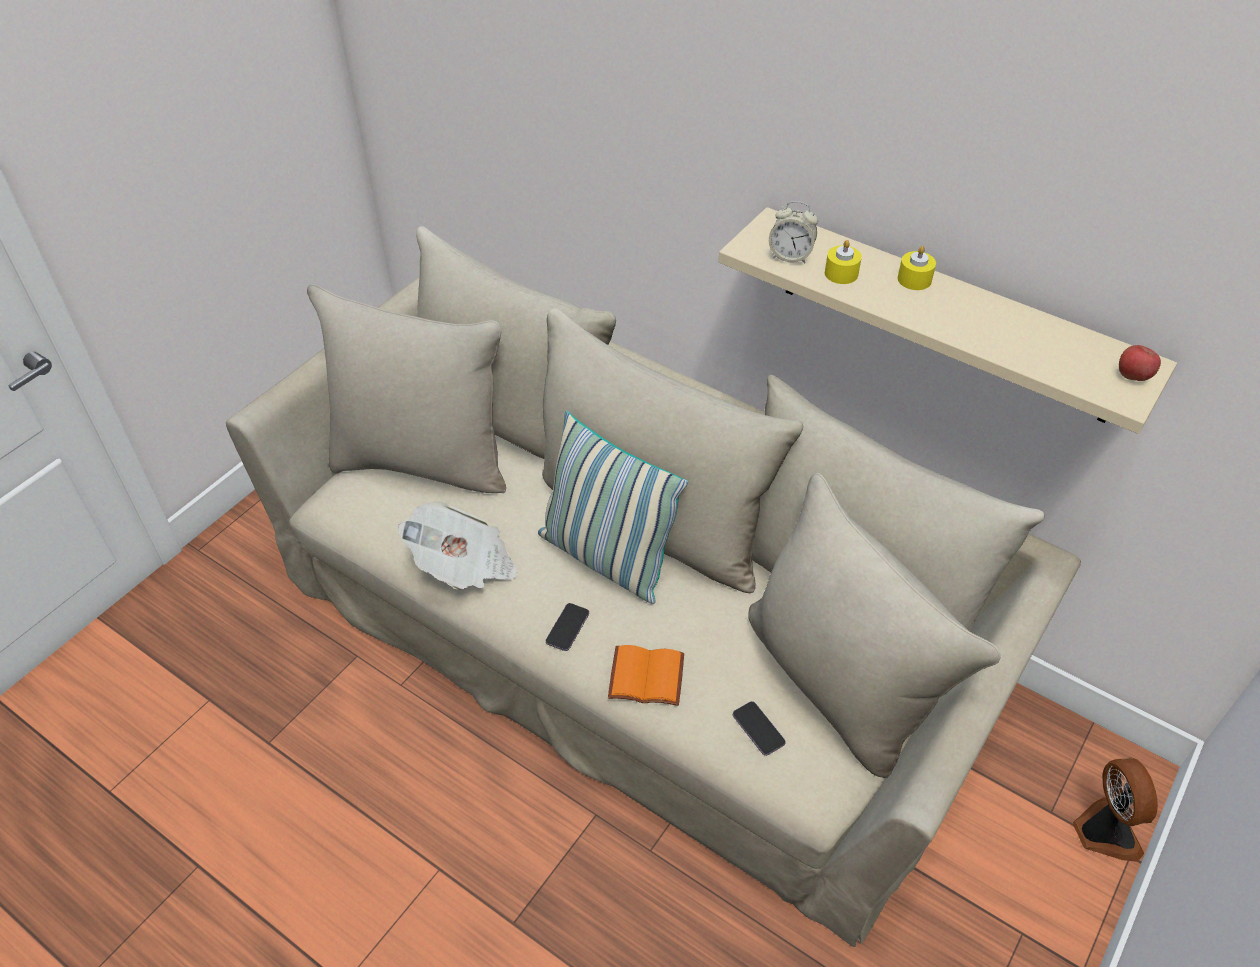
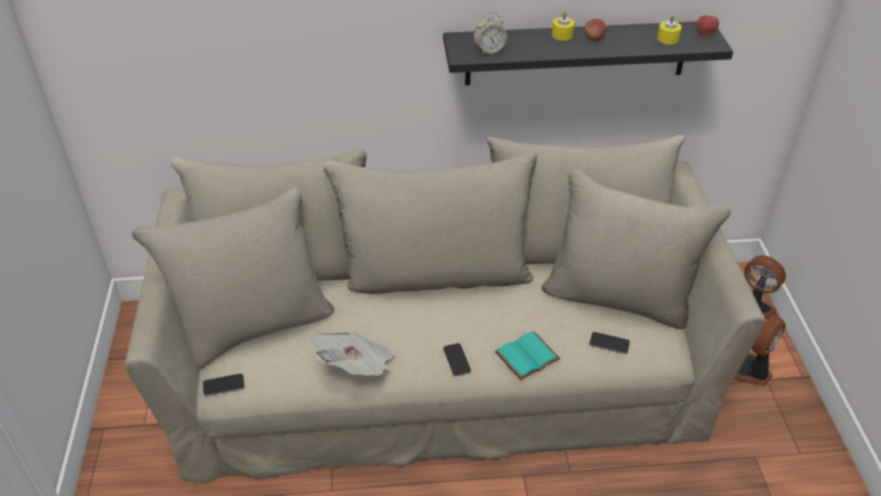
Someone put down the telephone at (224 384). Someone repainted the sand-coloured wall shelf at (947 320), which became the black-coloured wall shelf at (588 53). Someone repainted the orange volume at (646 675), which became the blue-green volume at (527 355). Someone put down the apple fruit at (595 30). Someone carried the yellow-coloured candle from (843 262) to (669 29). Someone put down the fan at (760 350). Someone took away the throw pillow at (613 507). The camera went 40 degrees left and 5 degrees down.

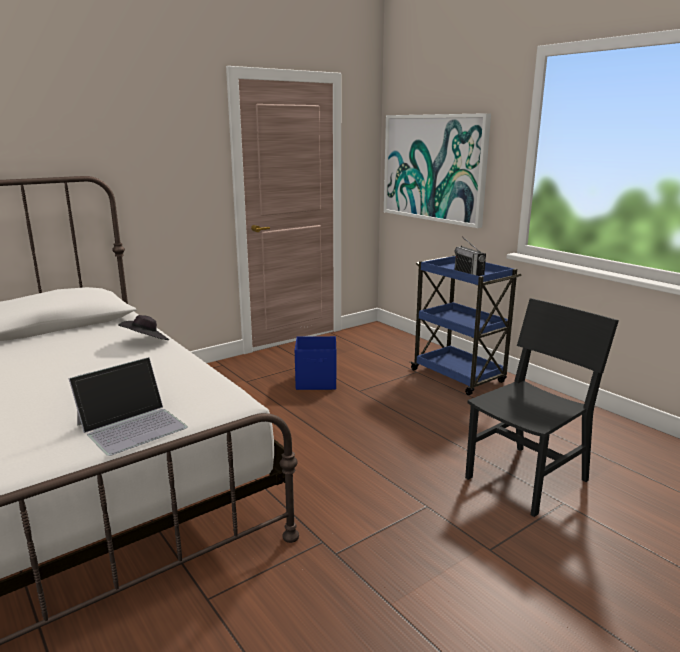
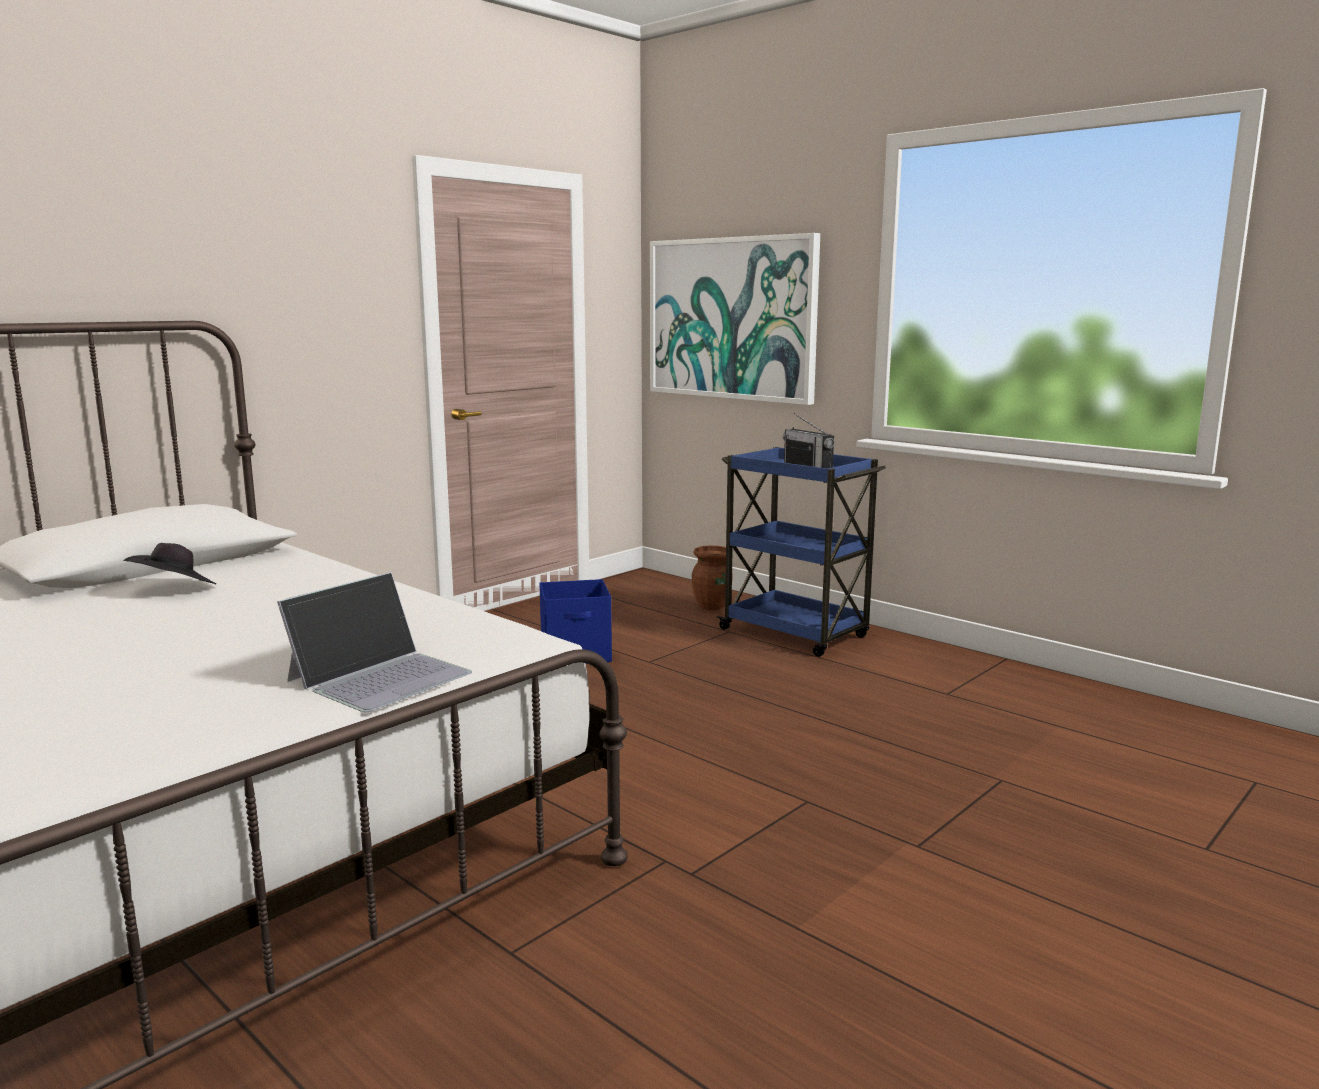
Someone carried the black-coloured clothing hat from (143 327) to (170 564). Someone put down the brown vase at (709 577). Someone took away the black-coloured plain chair at (542 407). The camera went 10 degrees left and 5 degrees down.

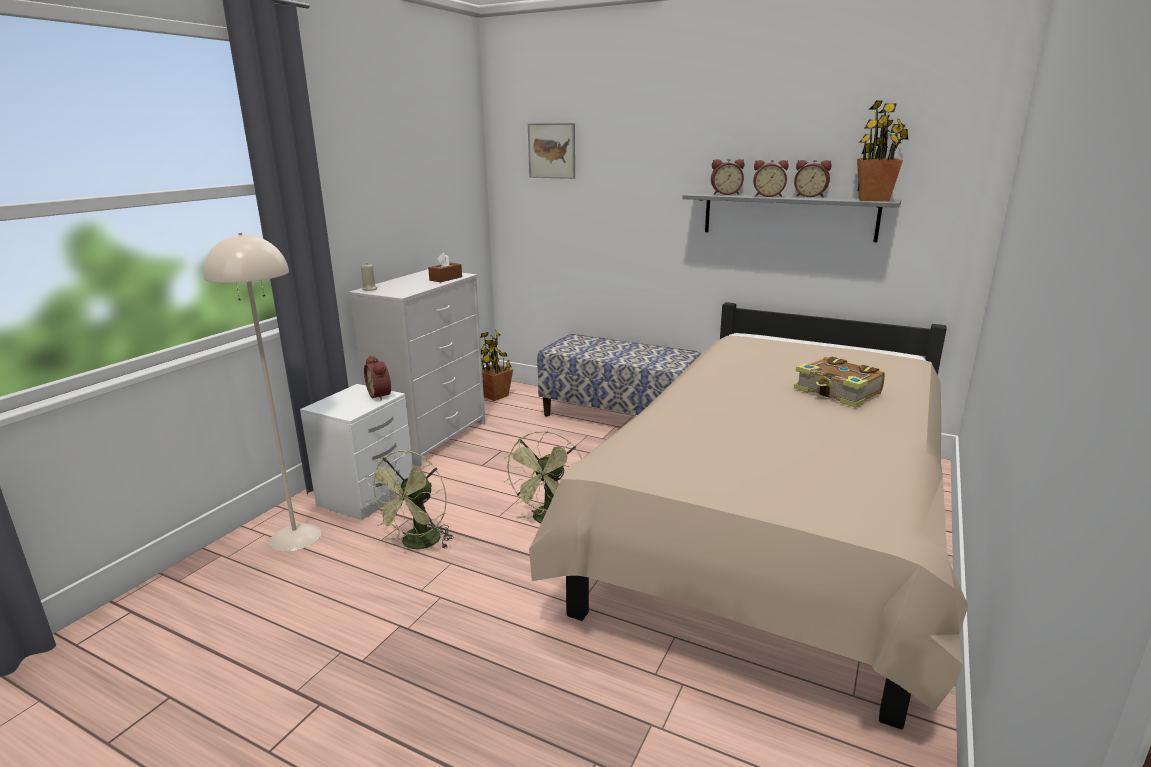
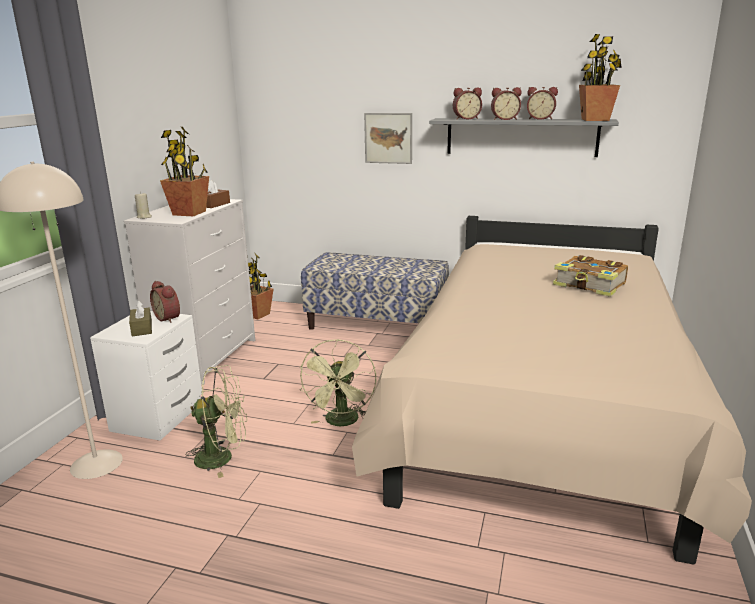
Someone put down the brown tissue box at (140 318). Someone put down the plant in a pot at (184 171). Someone rotated the green fan at (409 499) by 105 degrees counterclockwise. Someone carried the picture from (551 151) to (388 138). The camera went 10 degrees left and 0 degrees up.

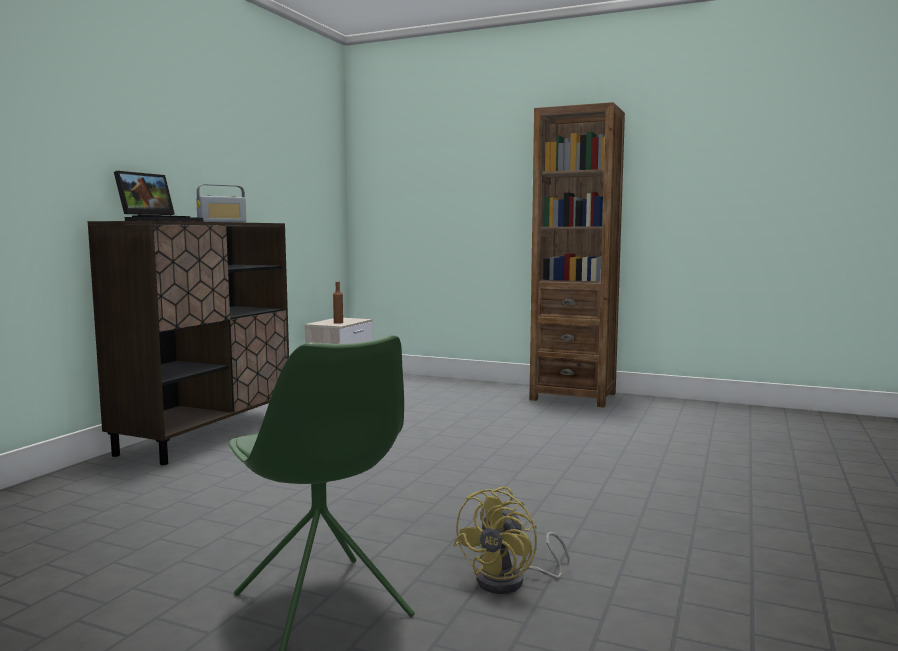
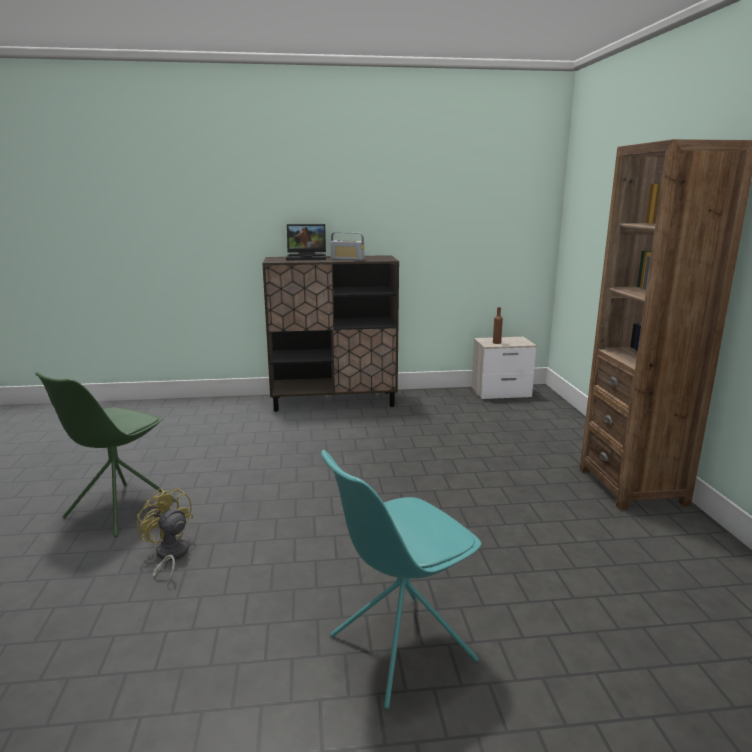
Someone rotated the yellow-coloured fan at (511 540) by 45 degrees clockwise. Someone put down the blue-green plain chair at (401 579). The camera went 60 degrees right and 10 degrees up.

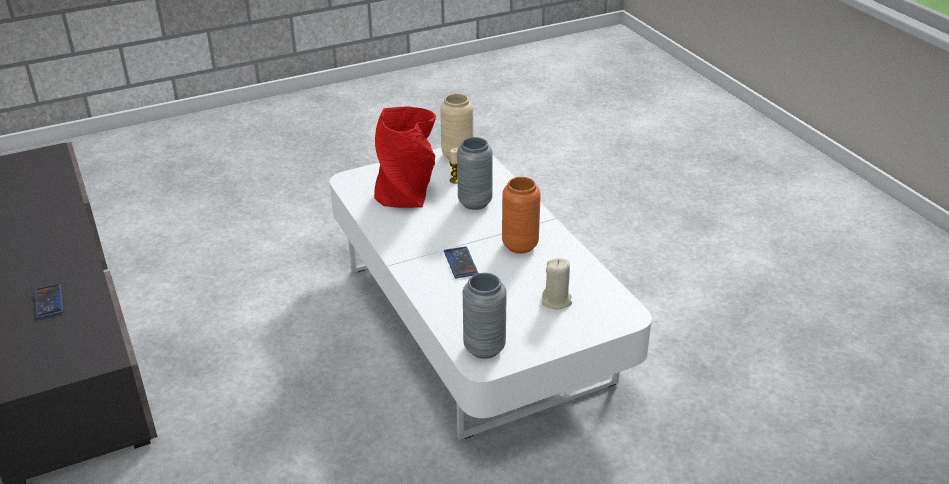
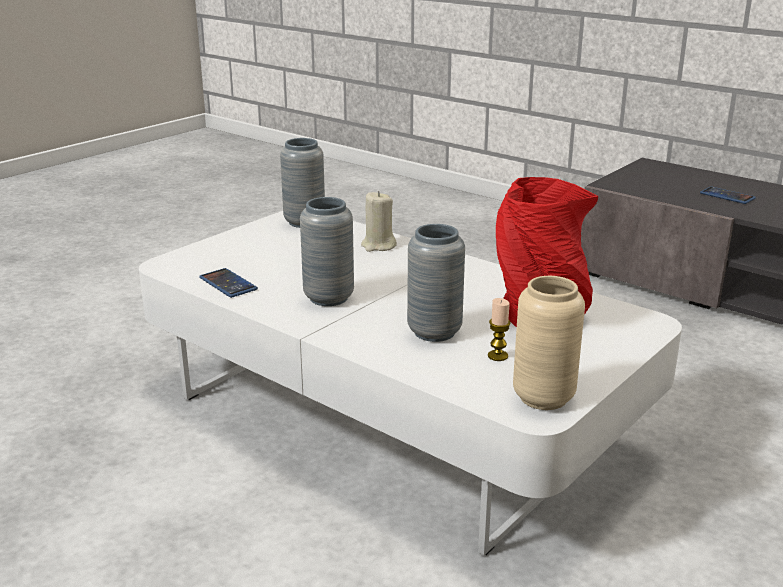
Someone carried the telephone from (461 262) to (228 283). Someone repainted the orange vase at (521 215), which became the gray vase at (327 251). Someone carried the sand-coloured candle from (557 283) to (379 221). The camera went 155 degrees right and 10 degrees down.

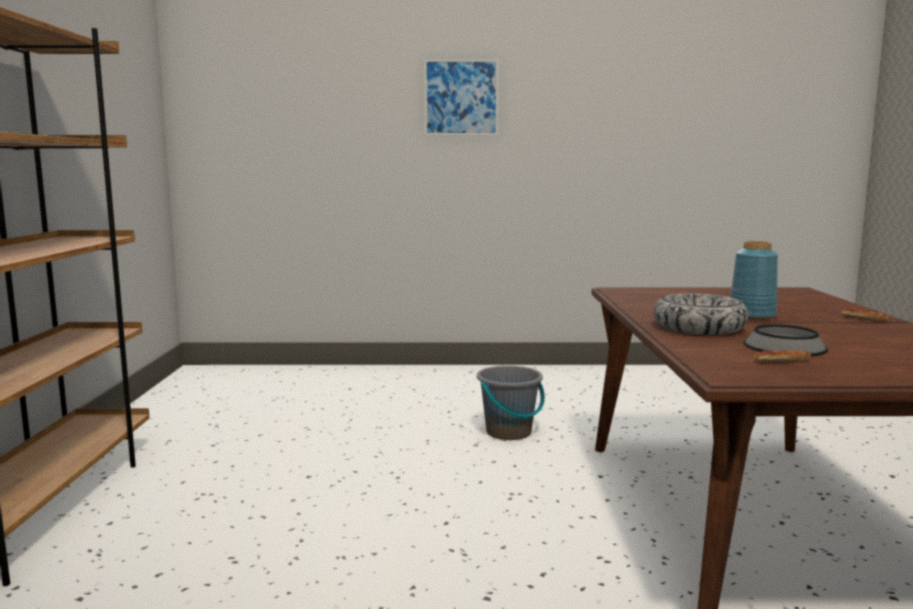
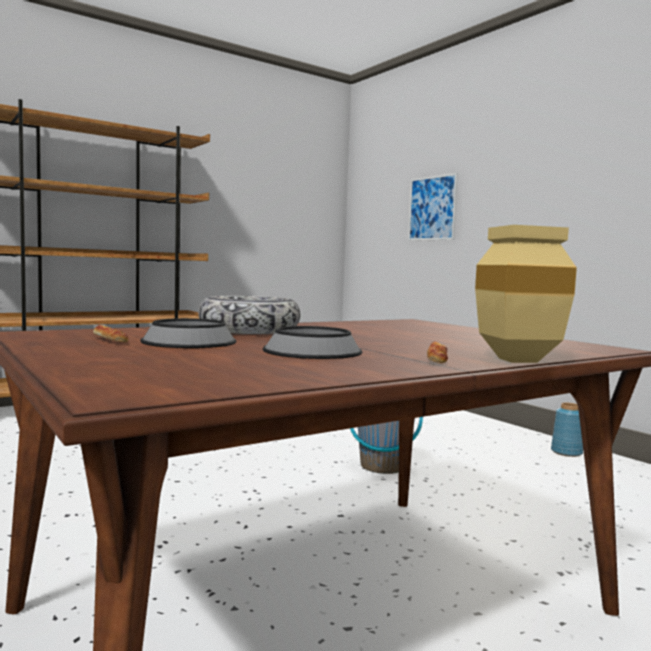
Someone put down the serving bowl at (312 342). Someone carried the picture from (461 97) to (433 207). Someone put down the sand-coloured vase at (526 294). Someone carried the blue-coloured vase from (754 280) to (567 430). The camera went 55 degrees right and 5 degrees down.

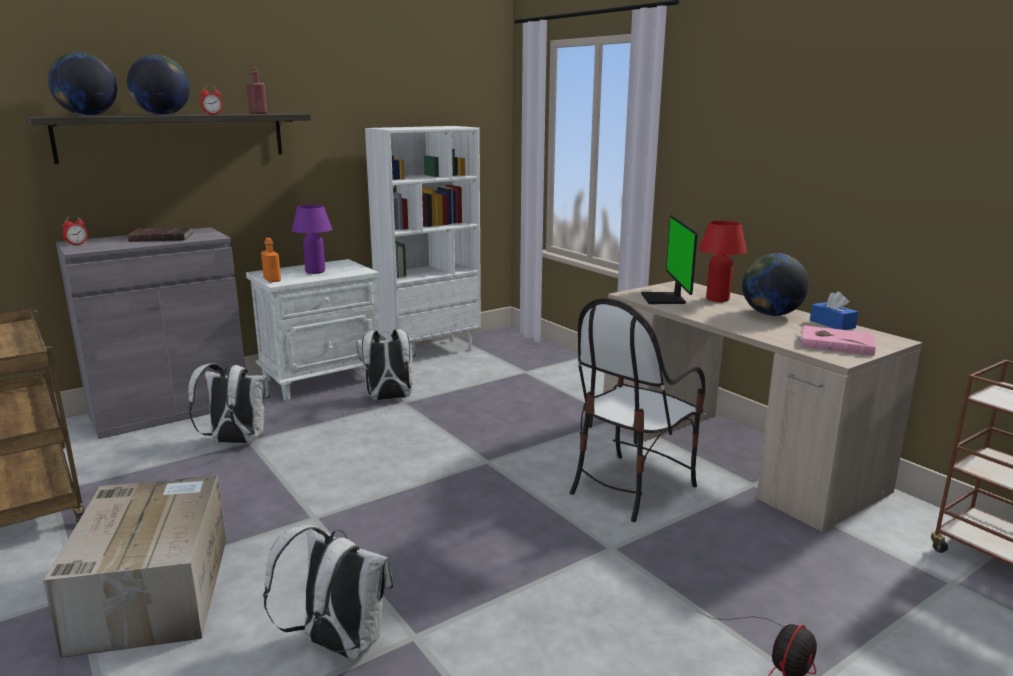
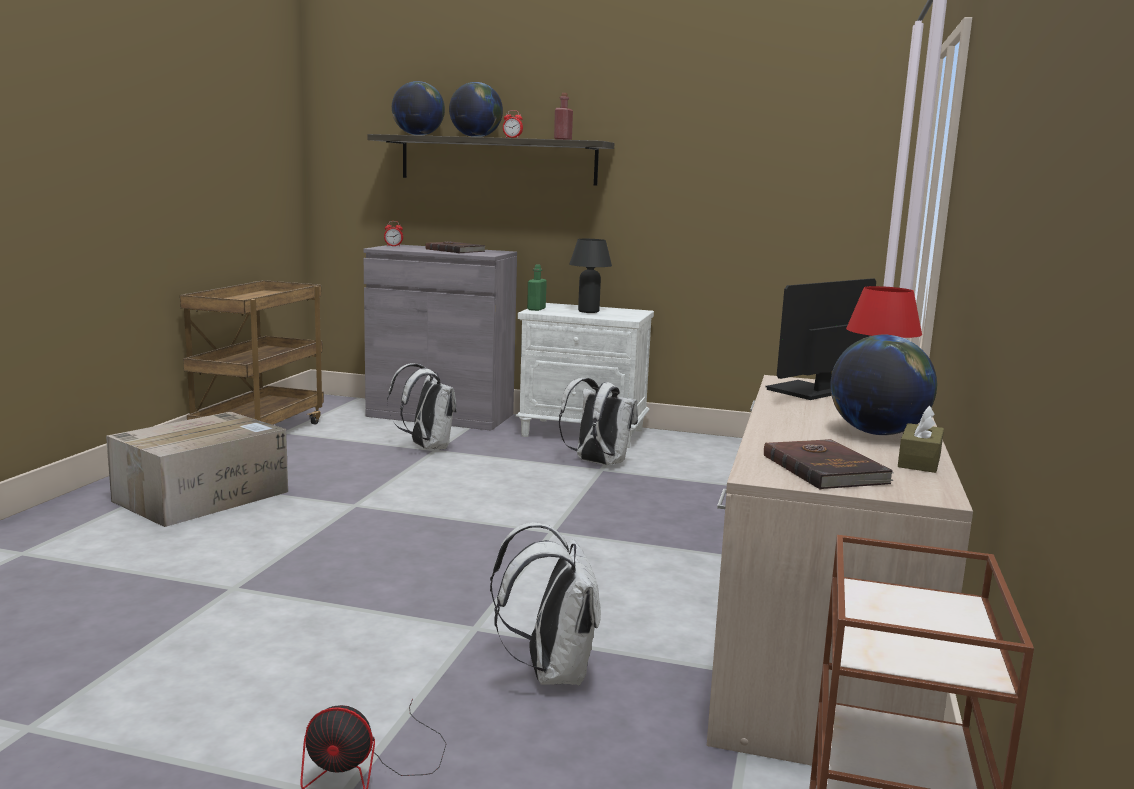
Someone carried the white-coloured backpack from (328 592) to (545 604). Someone repainted the orange drink bottle at (271 260), which became the green drink bottle at (537 288). Someone repainted the purple lamp for a table at (312 239), which became the black-coloured lamp for a table at (590 276). Someone repainted the pinkish volume at (837 341), which became the brown volume at (829 464). Someone repainted the blue-coloured tissue box at (834 310), which became the brown tissue box at (921 439). Someone took away the white-coloured shelving unit at (423 238). Someone took away the plain chair at (638 410). The camera went 50 degrees right and 5 degrees down.

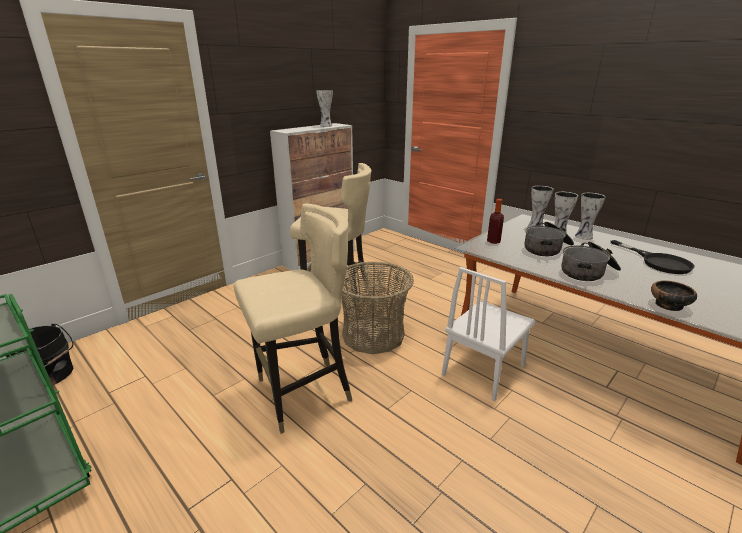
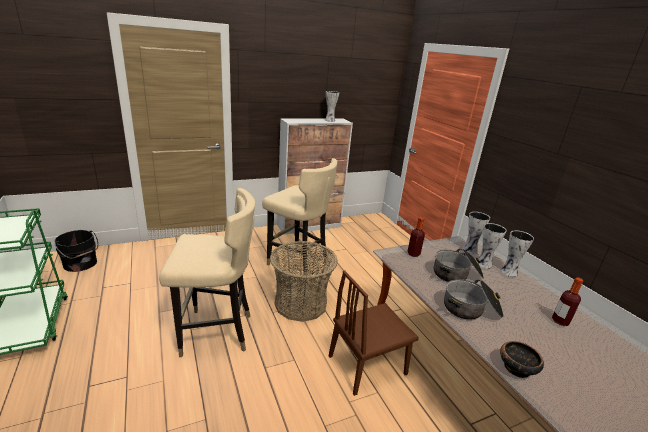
Someone repainted the white-coloured plain chair at (488 334), which became the brown plain chair at (374 333). Someone swapped the black-coloured frying pan at (652 257) for the drink bottle at (567 301). The camera went 20 degrees right and 0 degrees up.

